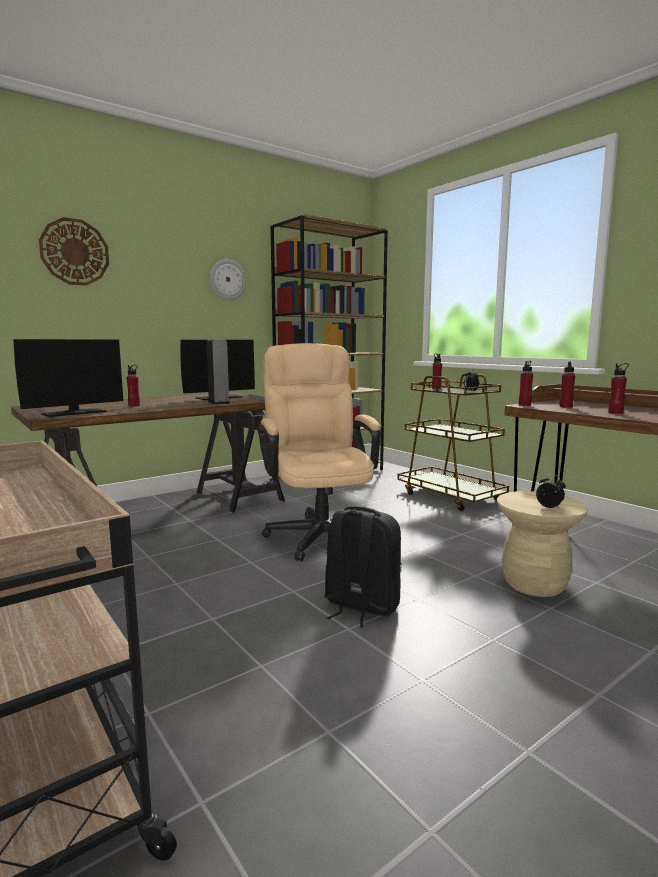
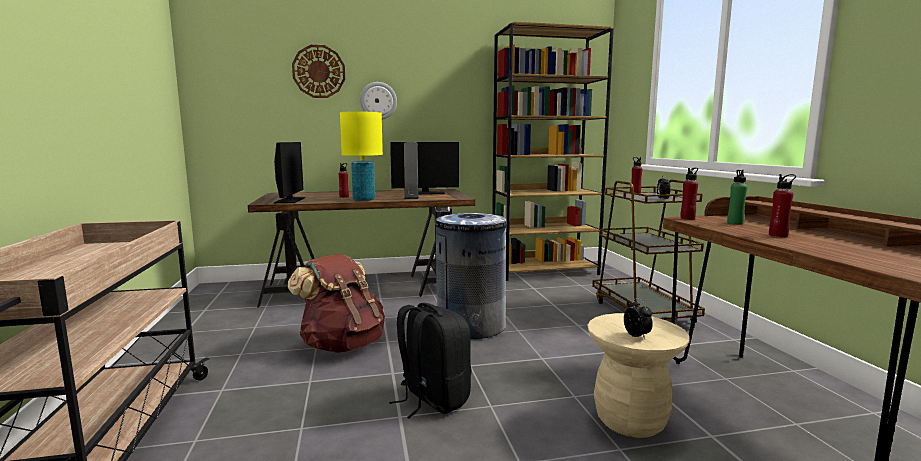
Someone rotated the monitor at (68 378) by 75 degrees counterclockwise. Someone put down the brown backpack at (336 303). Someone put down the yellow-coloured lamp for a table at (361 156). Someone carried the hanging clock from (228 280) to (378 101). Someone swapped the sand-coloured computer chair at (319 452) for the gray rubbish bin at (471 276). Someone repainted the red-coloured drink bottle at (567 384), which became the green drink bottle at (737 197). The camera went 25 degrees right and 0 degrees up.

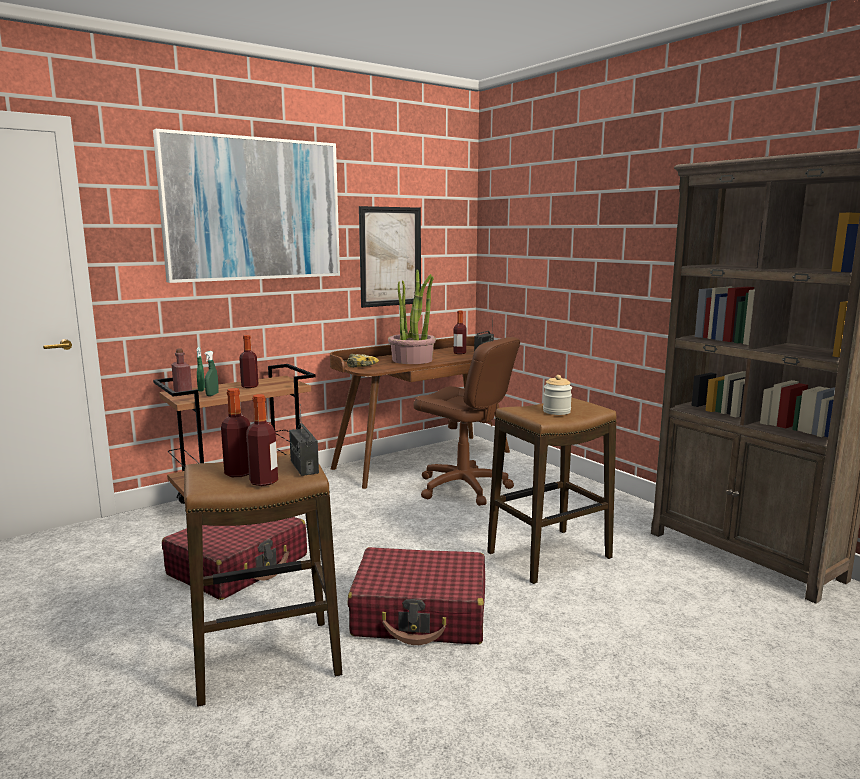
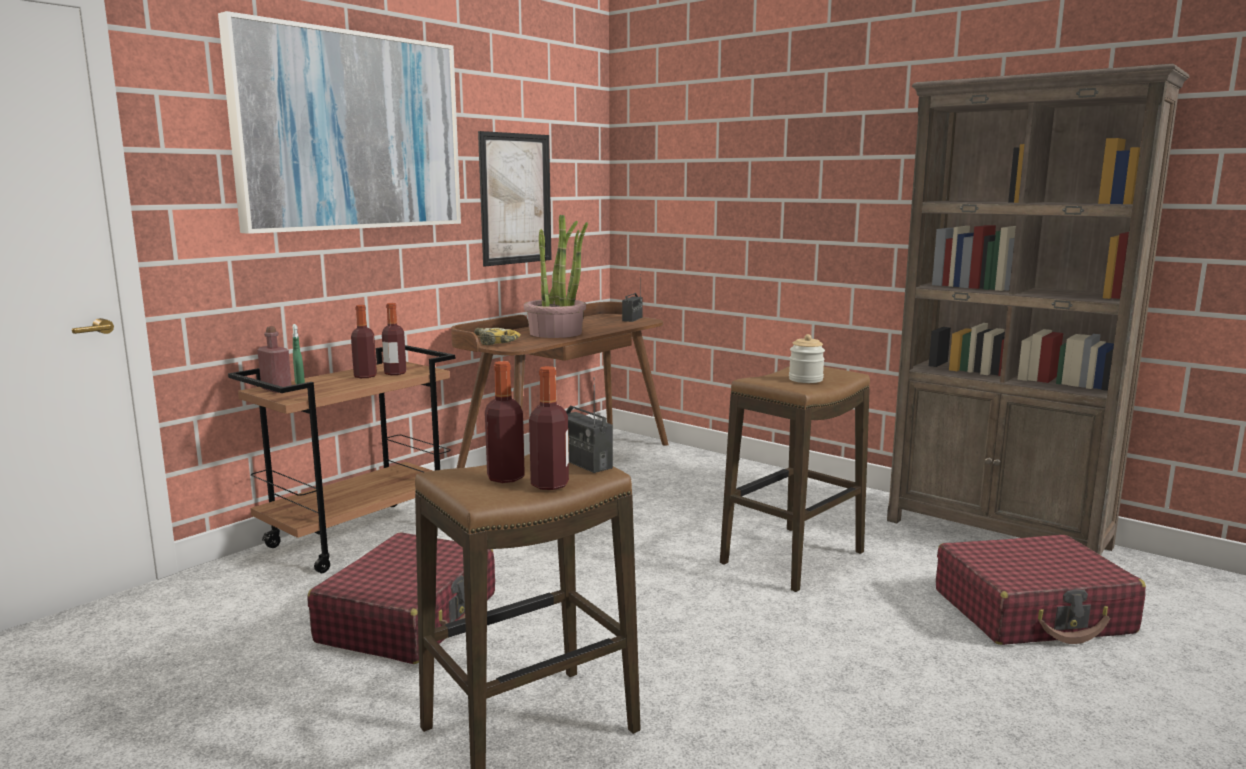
Someone carried the drink bottle from (459 332) to (394 339). Someone carried the red-coloured travel case from (416 596) to (1041 590). Someone took away the green spray bottle at (211 373). Someone took away the brown computer chair at (467 421). The camera went 15 degrees left and 0 degrees up.

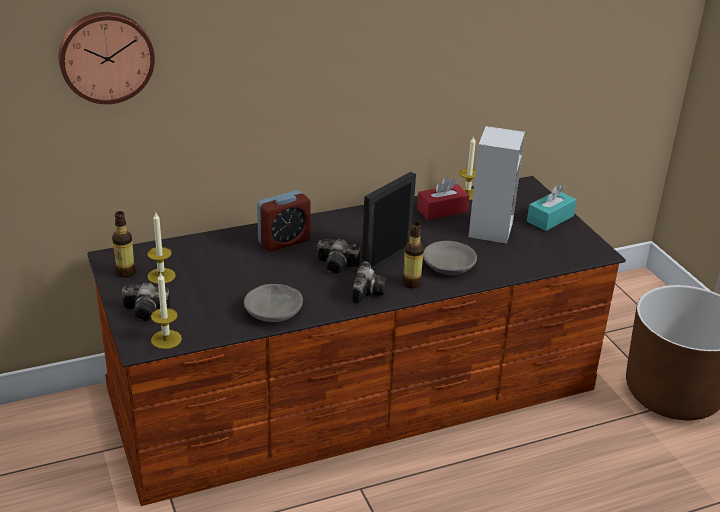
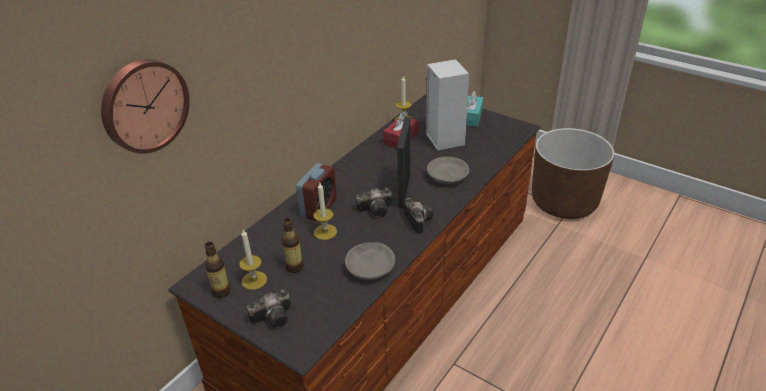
Someone carried the drink bottle from (413 255) to (293 245). Someone carried the candle from (166 310) to (325 211). The camera went 30 degrees left and 5 degrees up.

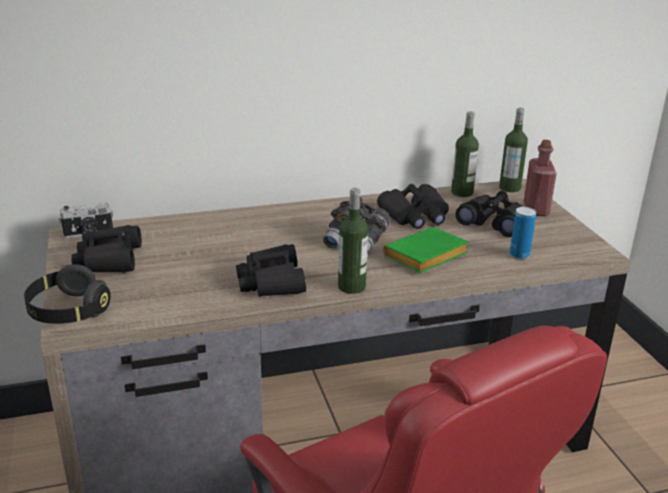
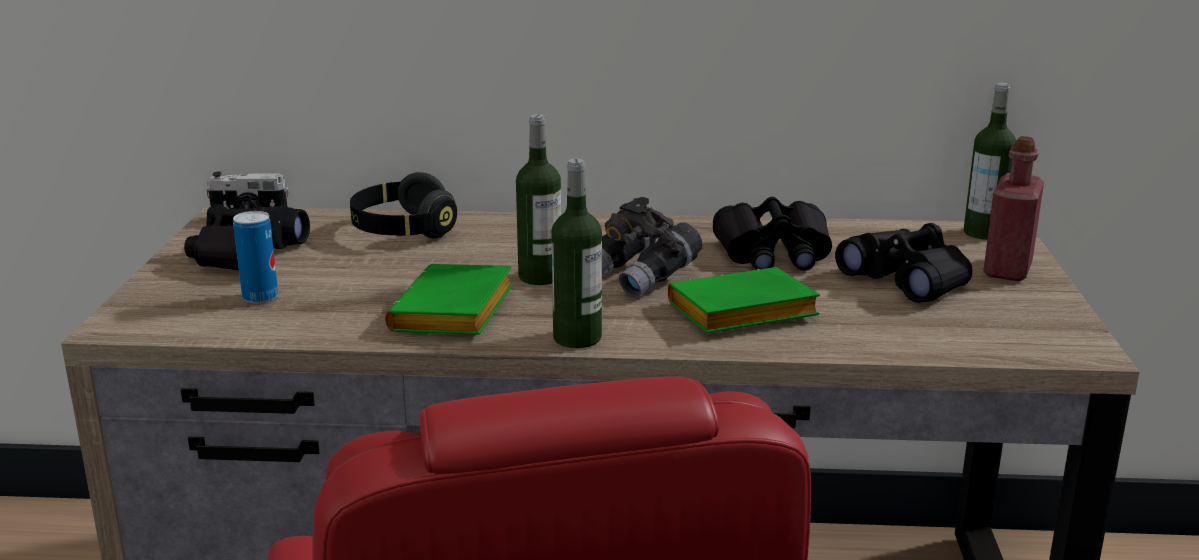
Someone carried the can from (523 233) to (255 257). Someone carried the black-coloured pair of headphones from (67 294) to (403 205). Someone swapped the black-coloured binoculars at (271 270) for the green volume at (449 299). Someone carried the drink bottle from (465 154) to (538 199). The camera went 20 degrees right and 5 degrees down.

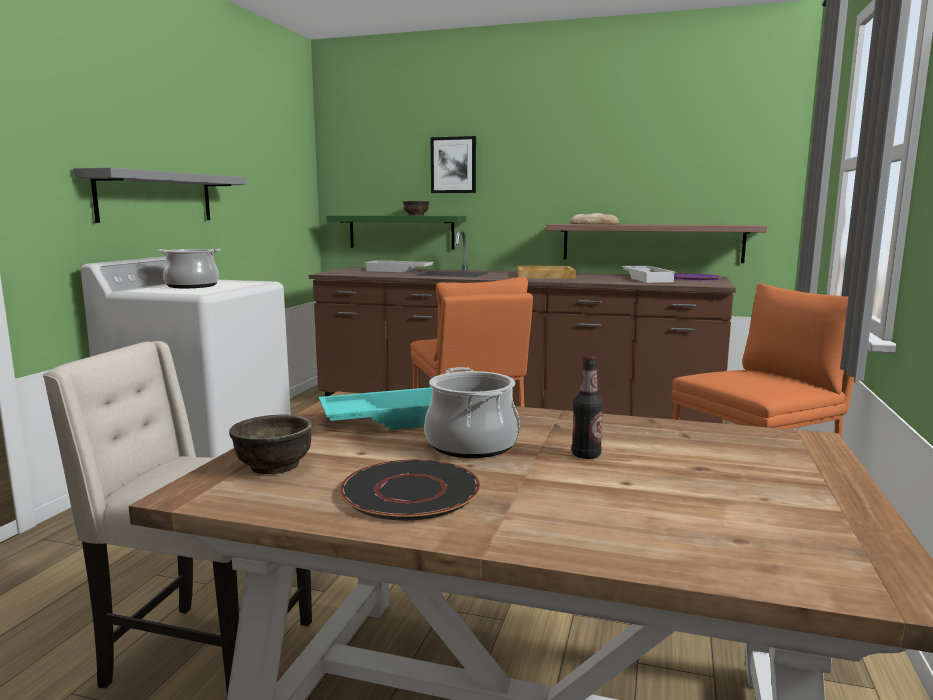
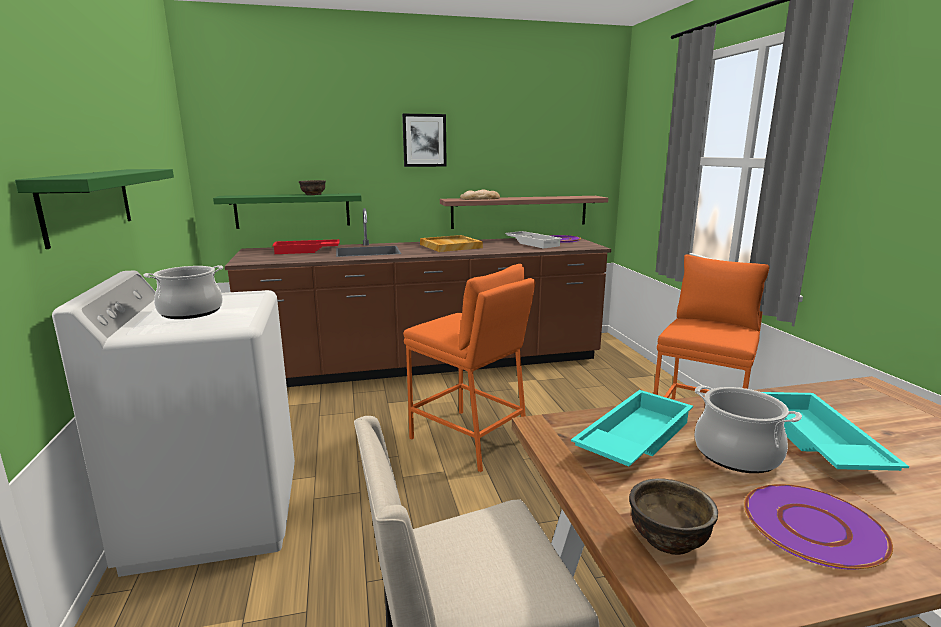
Someone repainted the gray wall shelf at (160 195), which became the green wall shelf at (94 209). Someone repainted the white-coloured tray at (399 266), which became the red-coloured tray at (306 246). Someone carried the picture from (453 164) to (424 140). Someone repainted the black-coloured flat dish at (410 489), which became the purple flat dish at (818 526). Someone swapped the drink bottle at (587 407) for the blue-green tray at (835 431). The camera went 30 degrees left and 5 degrees up.

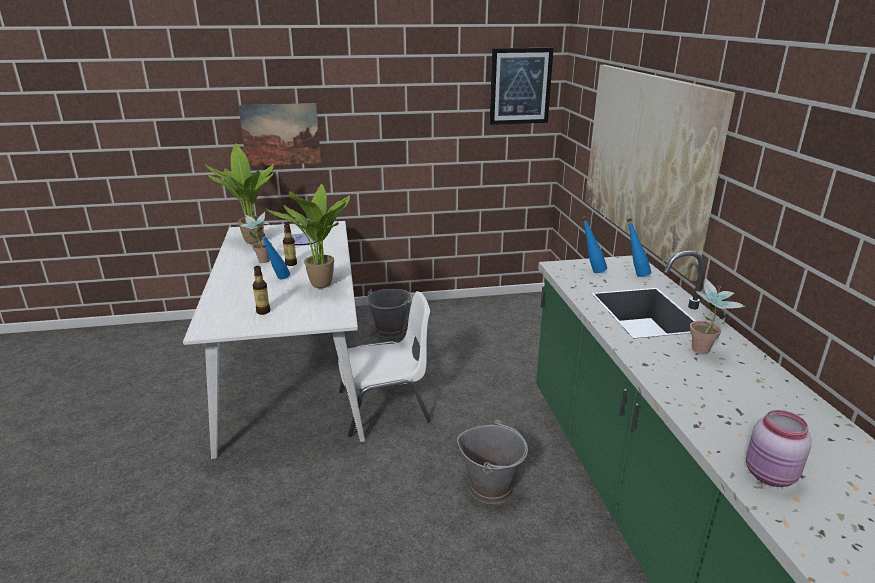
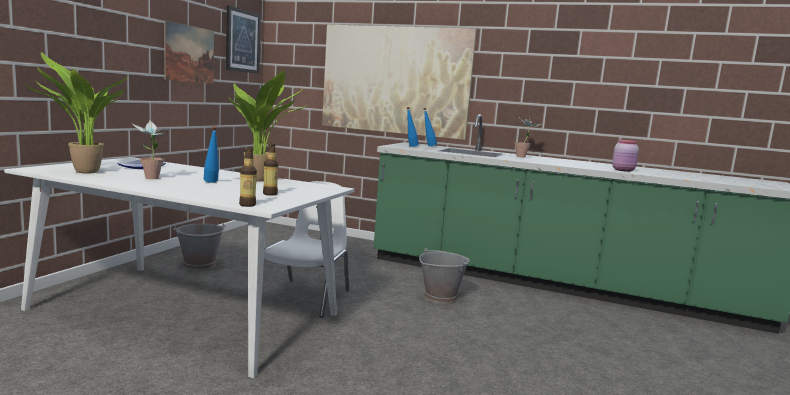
Someone carried the picture from (279 134) to (189 51). Someone carried the drink bottle from (290 245) to (248 177). The camera went 60 degrees left and 15 degrees down.

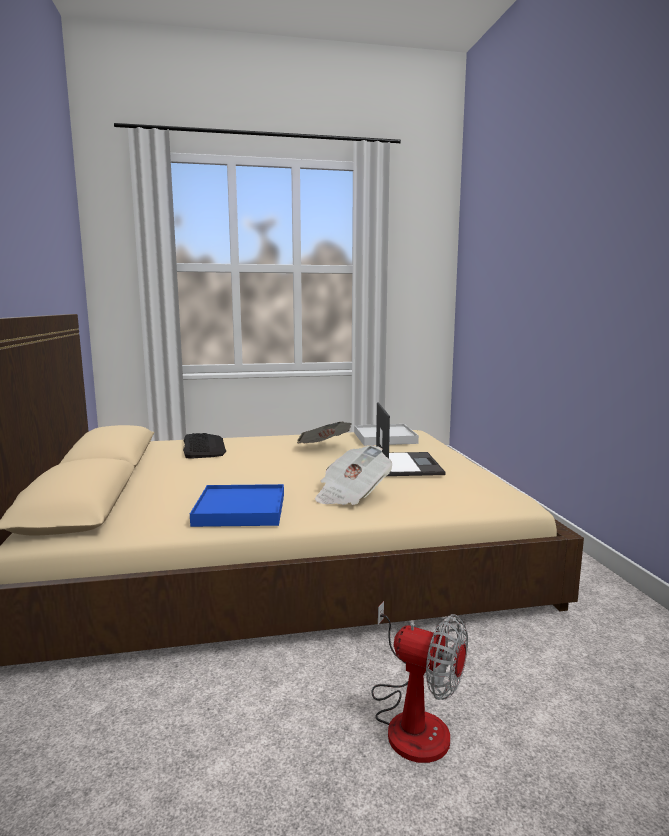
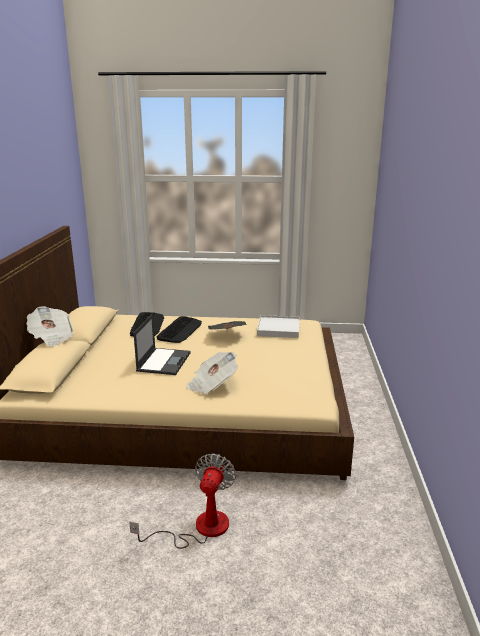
Someone put down the newspaper at (50 326). Someone rotated the fan at (420 682) by 120 degrees counterclockwise. Someone carried the notebook computer from (411 439) to (162 344). Someone put down the PC keyboard at (179 329). Someone took away the blue-coloured tray at (237 505). The camera went 15 degrees right and 10 degrees up.

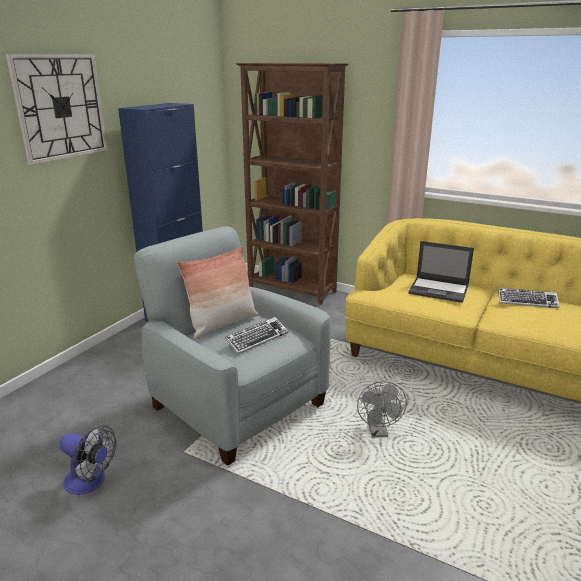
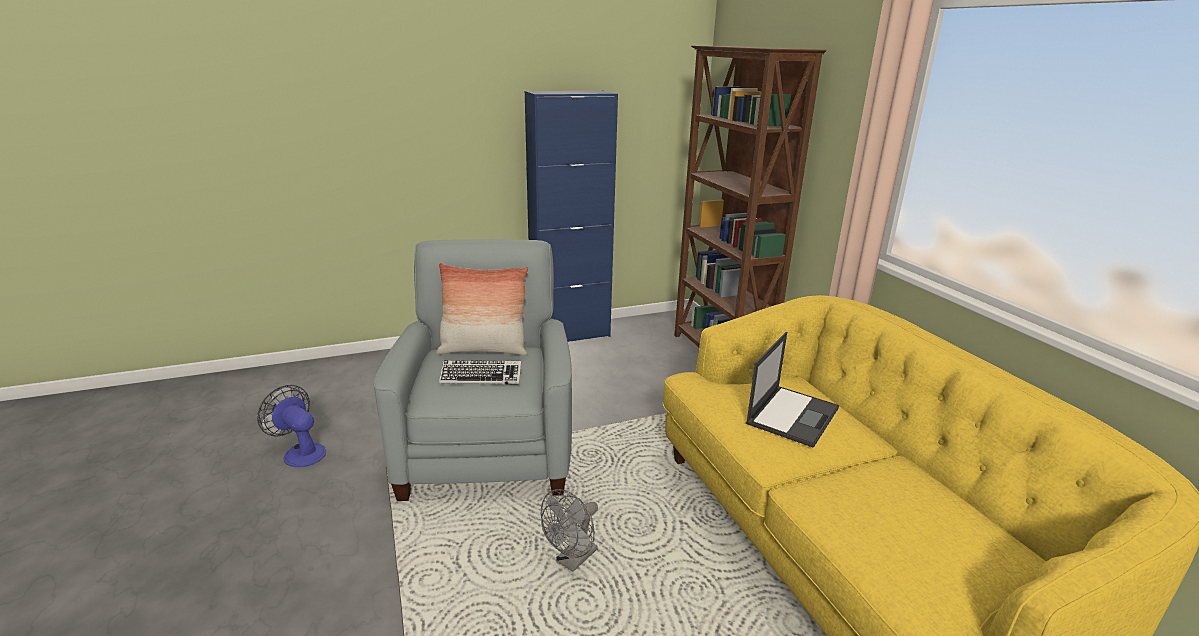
Someone rotated the fan at (87 460) by 150 degrees clockwise. Someone rotated the notebook computer at (441 272) by 120 degrees counterclockwise. Someone took away the hanging clock at (57 109). Someone took away the PC keyboard at (529 298). The camera went 40 degrees right and 0 degrees up.

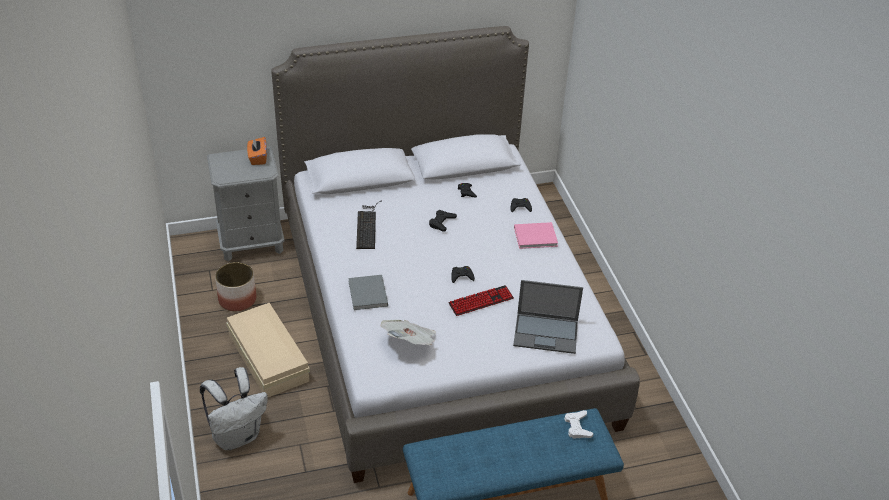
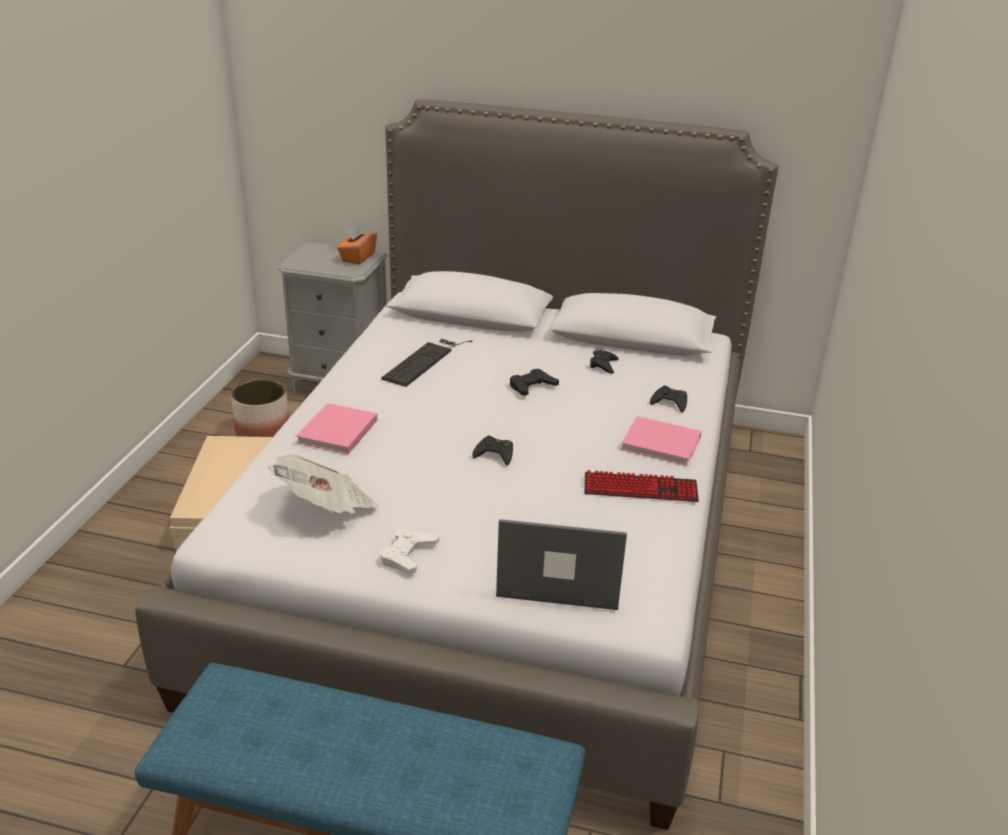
Someone repainted the gray volume at (368 292), which became the pinkish volume at (336 428). Someone carried the white-coloured gamepad from (579 424) to (409 550). Someone rotated the notebook computer at (548 317) by 150 degrees clockwise. Someone carried the PC keyboard from (481 300) to (641 486). Someone took away the white-coloured backpack at (234 408). The camera went 30 degrees right and 10 degrees down.

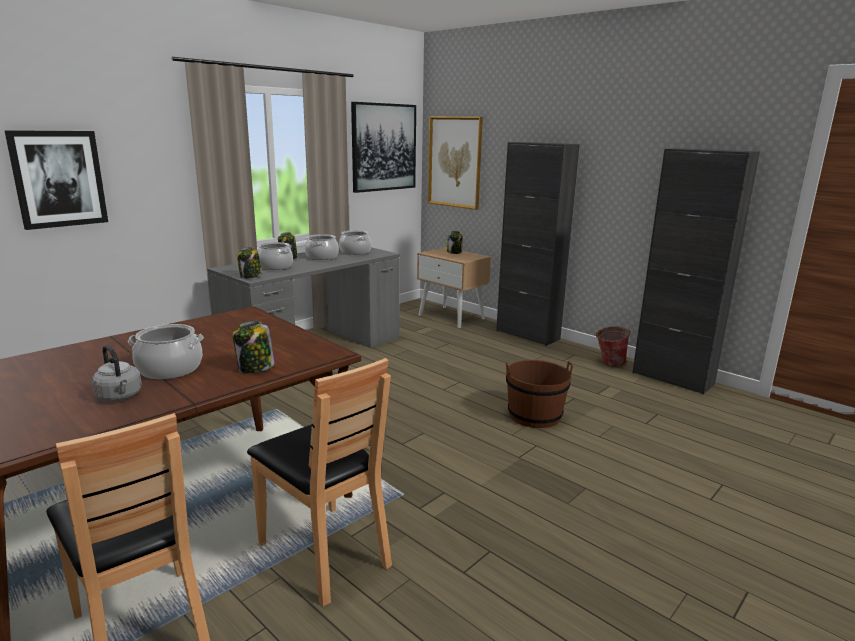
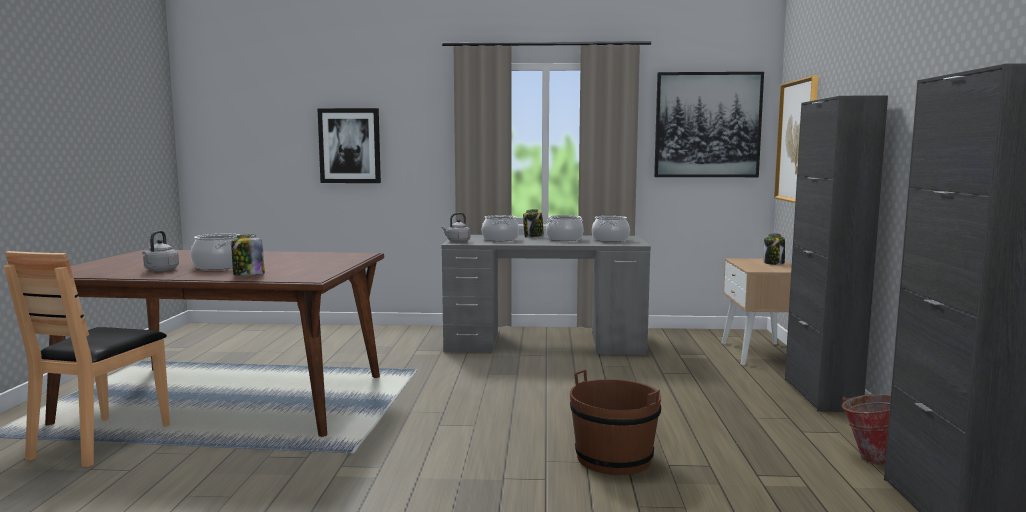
Someone swapped the preserve jar at (249 263) for the gray tea kettle at (456 228). Someone took away the brown plain chair at (319 482). The camera went 50 degrees right and 10 degrees down.

